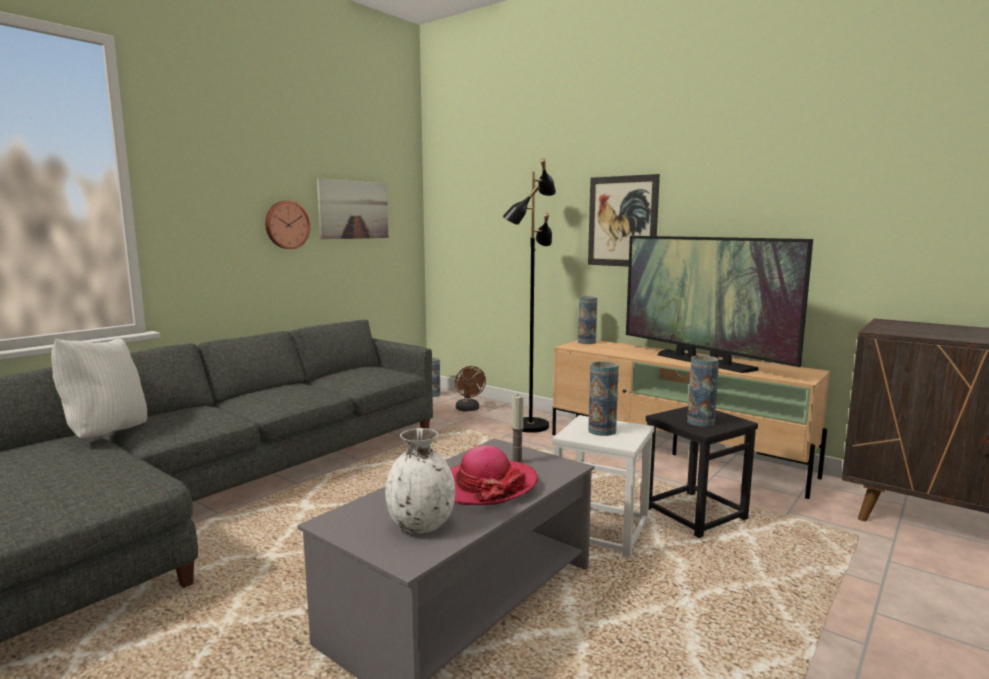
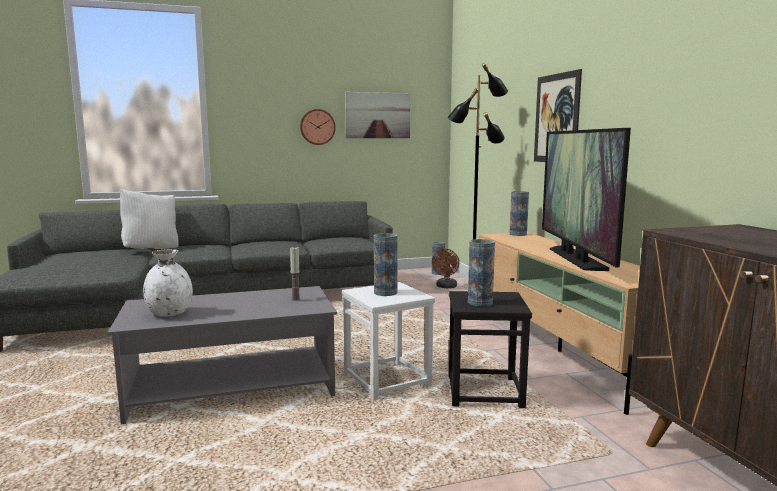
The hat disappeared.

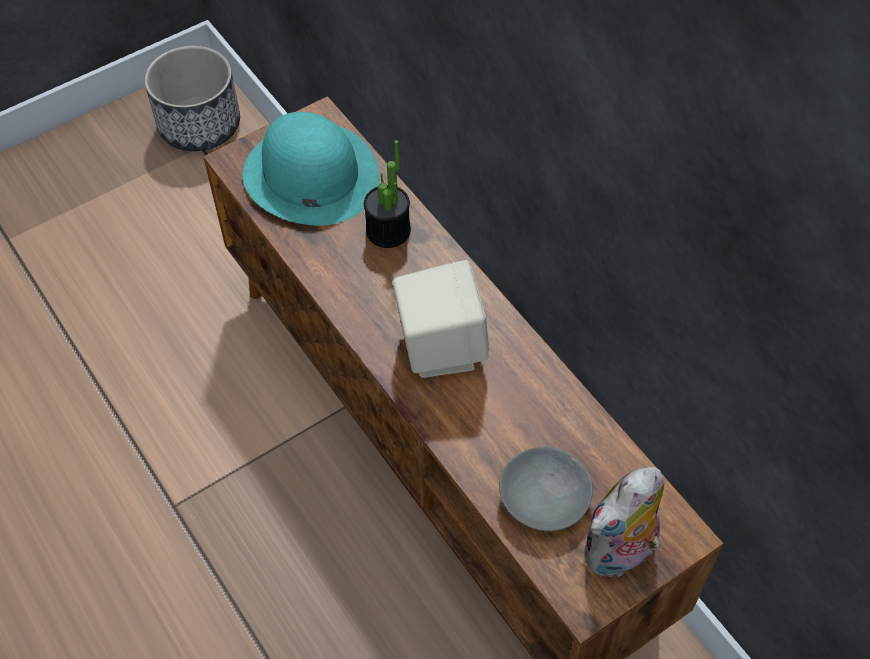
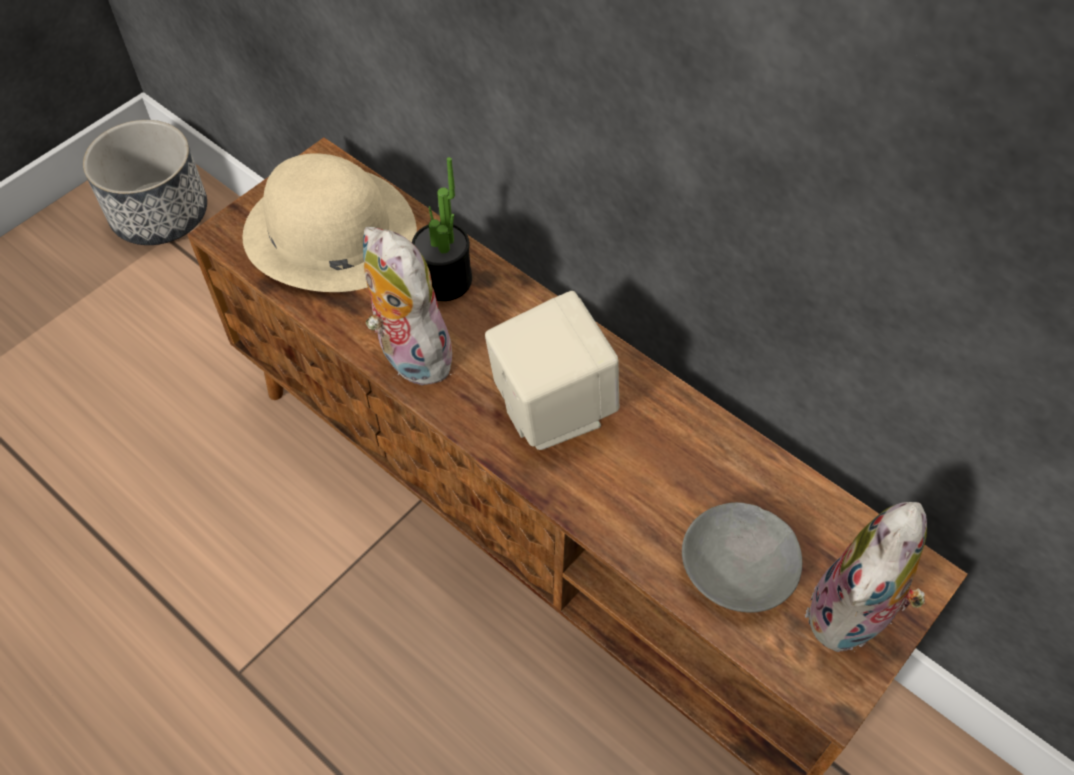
The hat (blue-green) became the hat (beige-coloured).
The cuddly toy (1st from left) appeared.

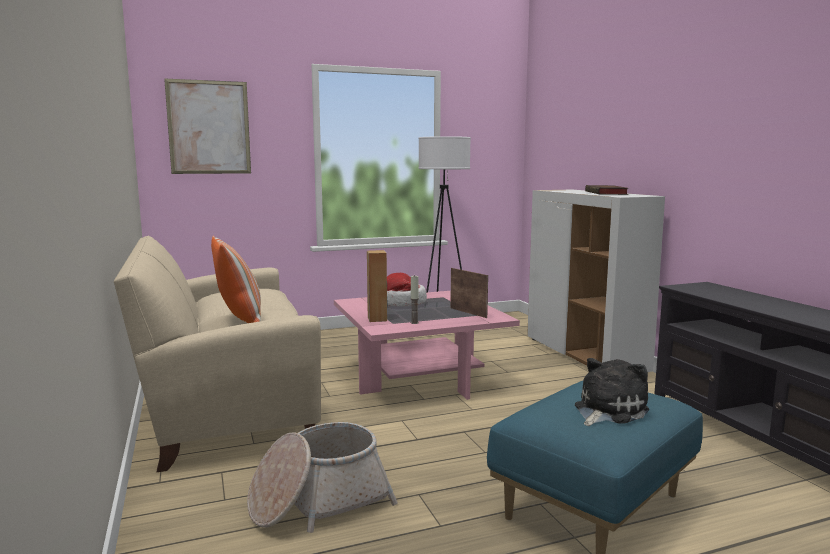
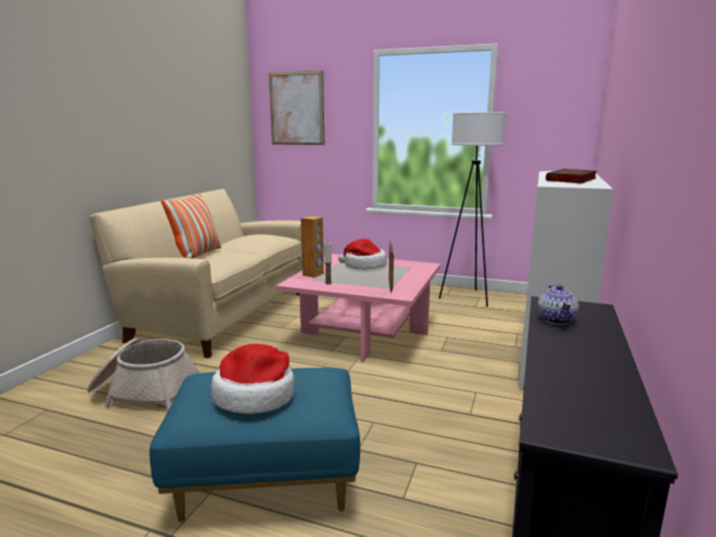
The cuddly toy was replaced by the hat (1st from left).
The tea pot appeared.

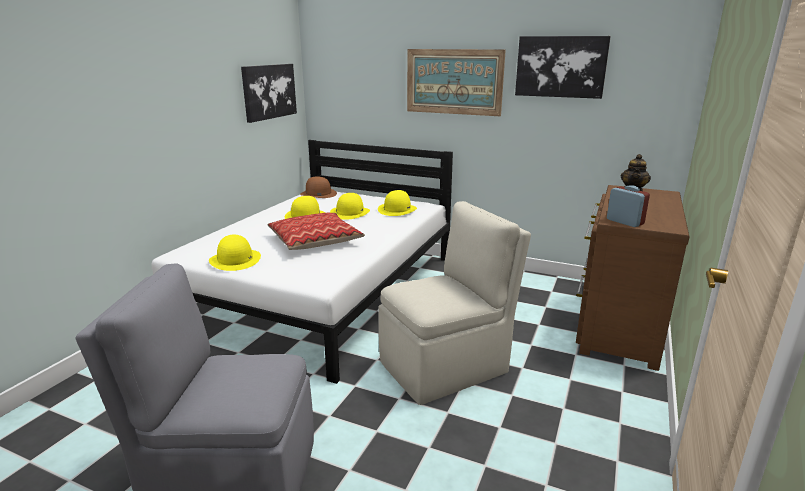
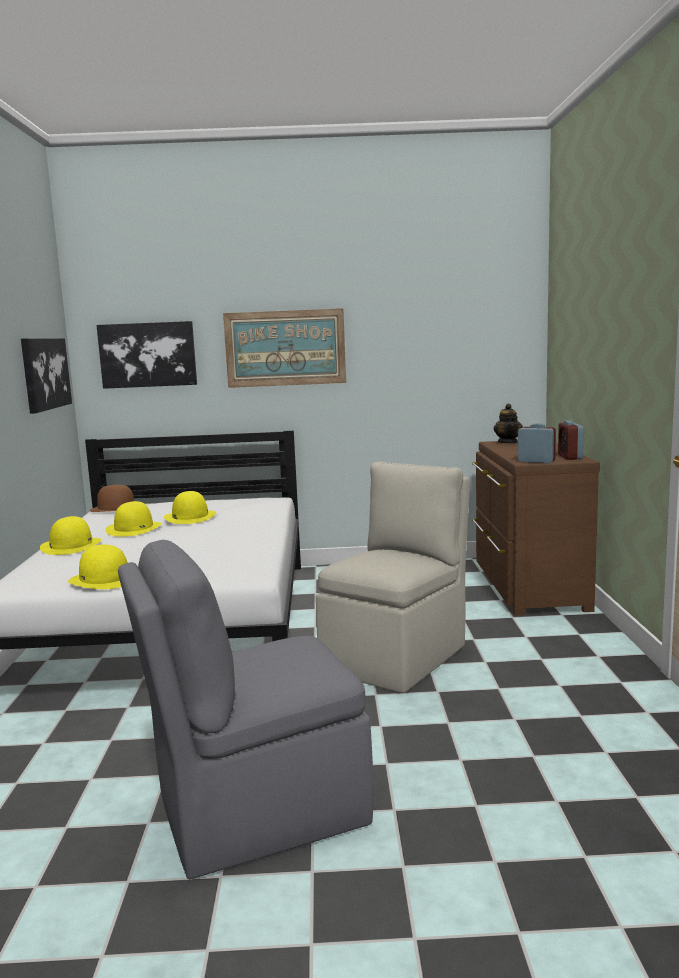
The throw pillow disappeared.
The hat (yellow-coloured) (4th from left in the first image) moved.
The wall art (3rd from left in the first image) moved.
The bedside clock (2nd from left) appeared.

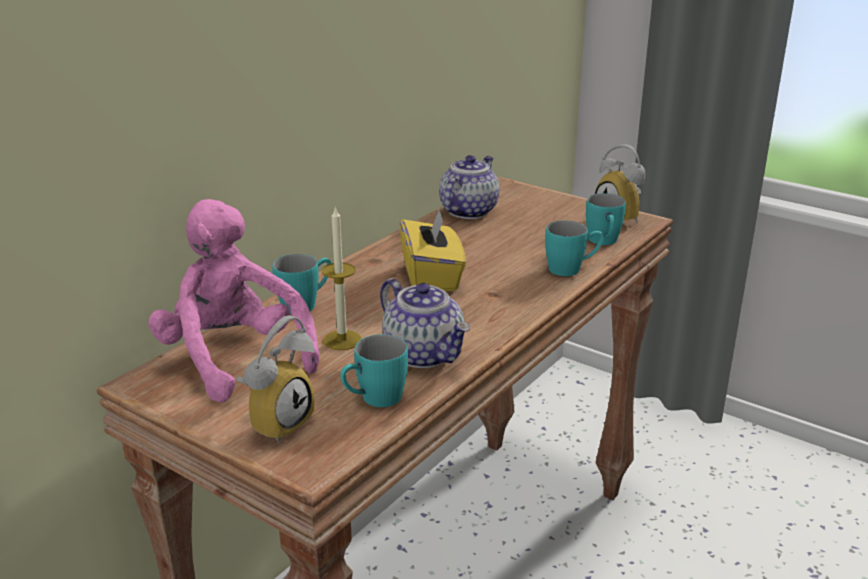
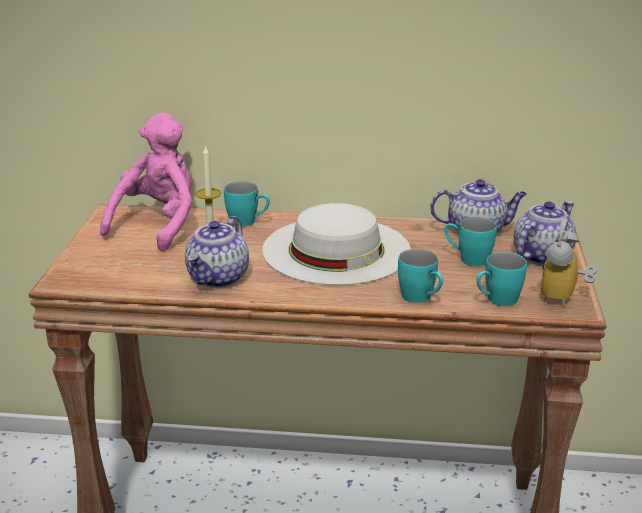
The bedside clock (1st from left) disappeared.
The tea mug (blue-green) (2nd from left in the first image) moved.
The tissue holder (yellow-coloured) was replaced by the hat (whitish).
The tea pot (3rd from left) appeared.

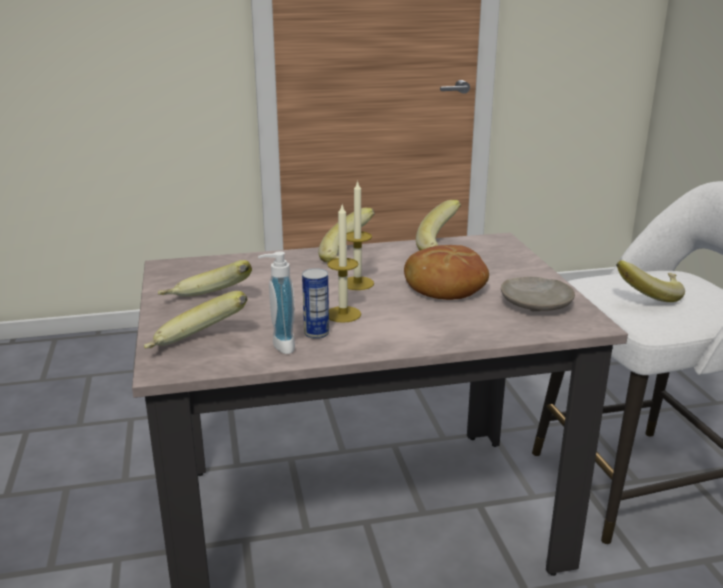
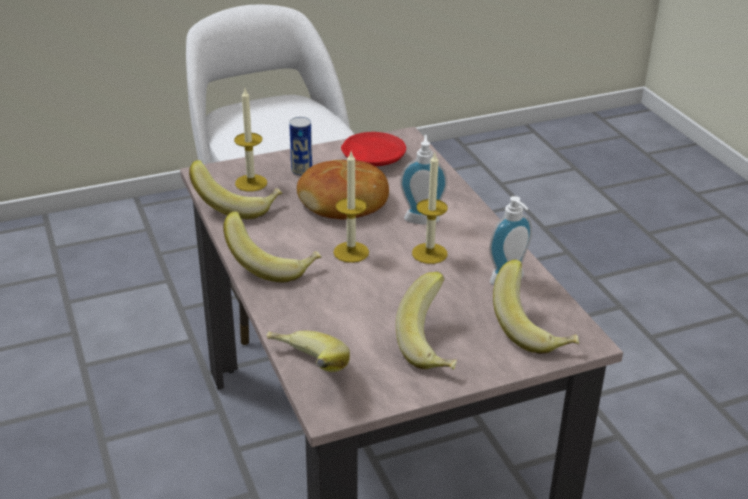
The can moved.
The plate (beige-coloured) became the plate (red).
The banana fruit (5th from left in the first image) moved.
The wax light (1st from left) appeared.
The soap bottle (1st from left) appeared.

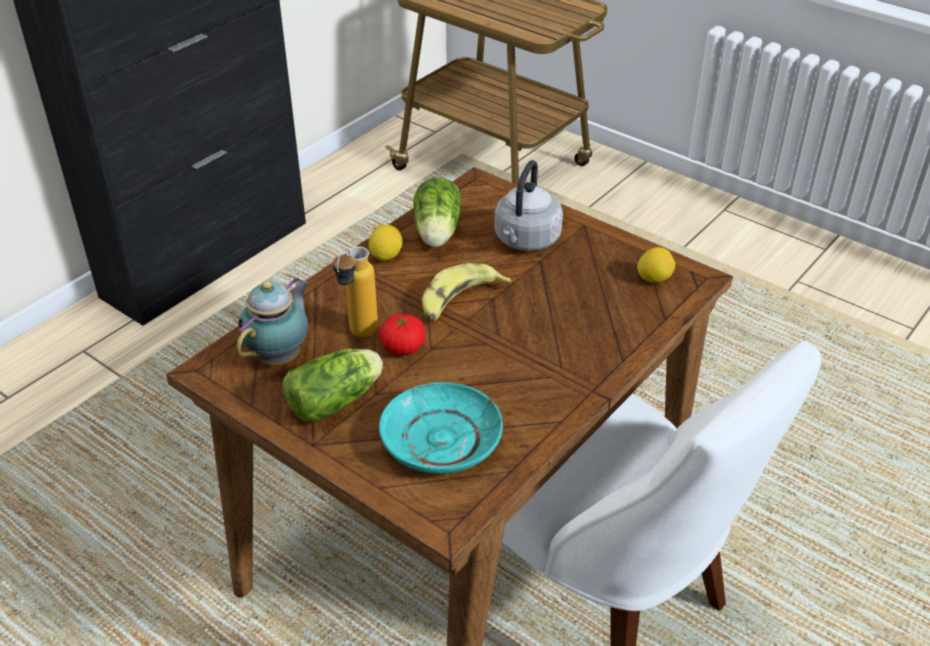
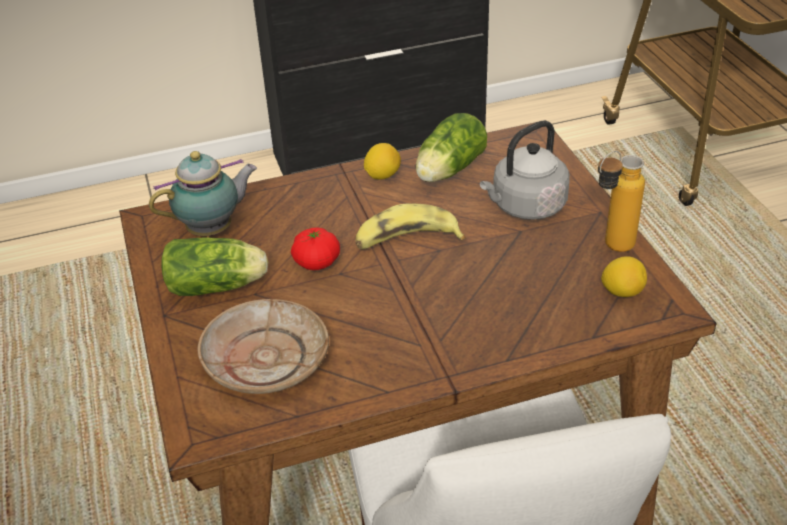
The bottle moved.
The plate (blue-green) became the plate (beige-coloured).

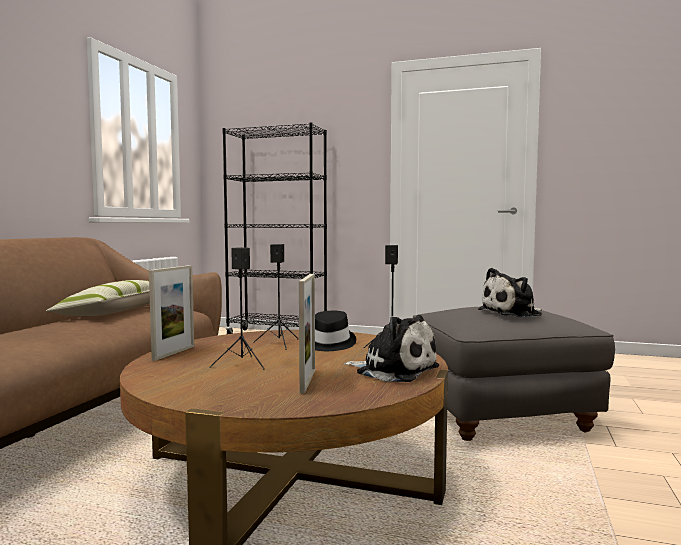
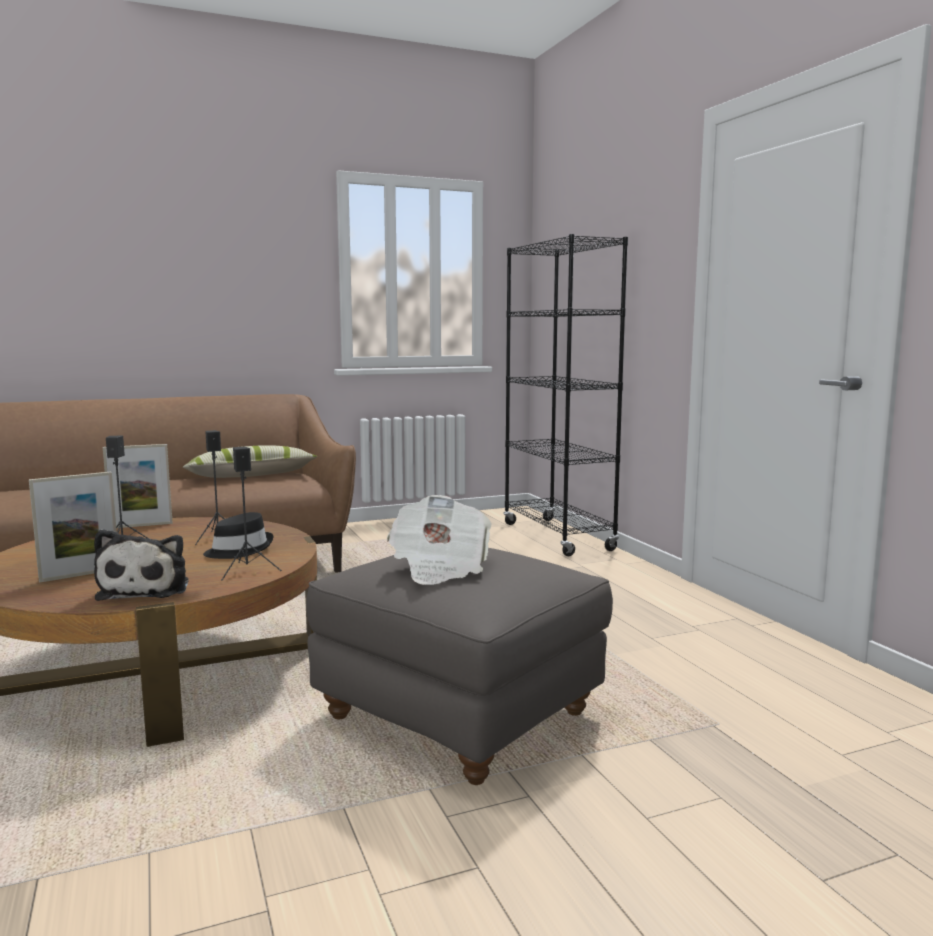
The cuddly toy (2nd from left) was replaced by the newspaper.

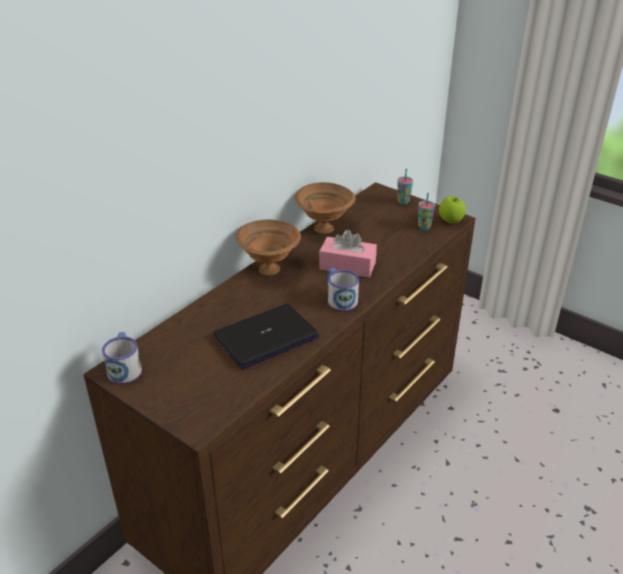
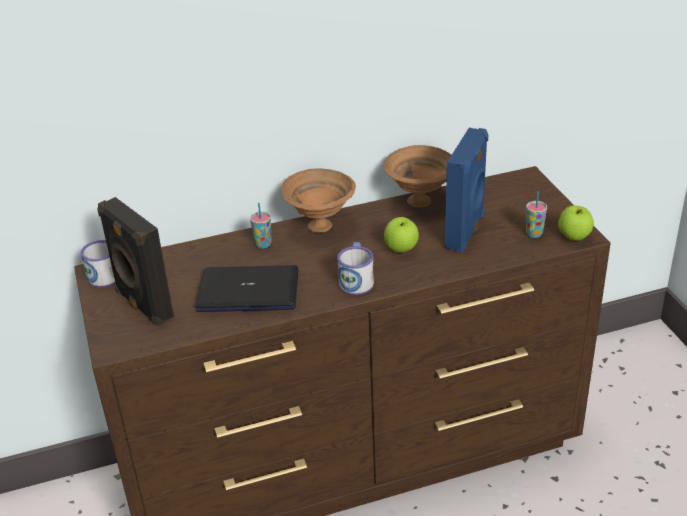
The tissue holder (pink) was replaced by the whole apple (1st from left).
The small cup (1st from left) moved.
The audio speaker (blackish) appeared.
The audio speaker (blue) appeared.

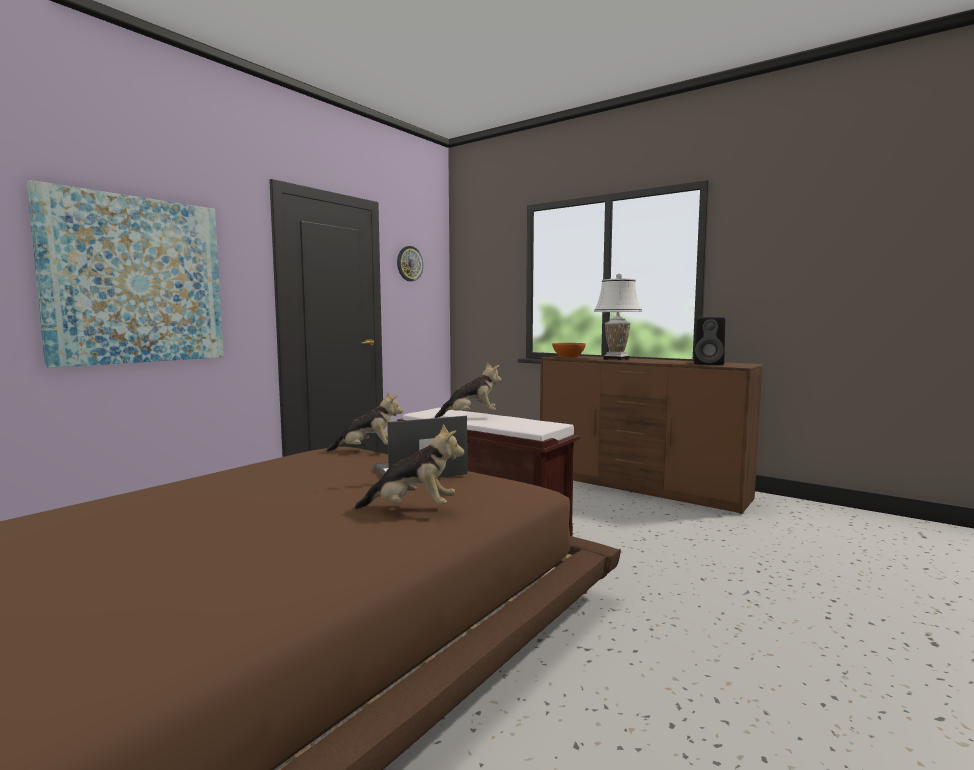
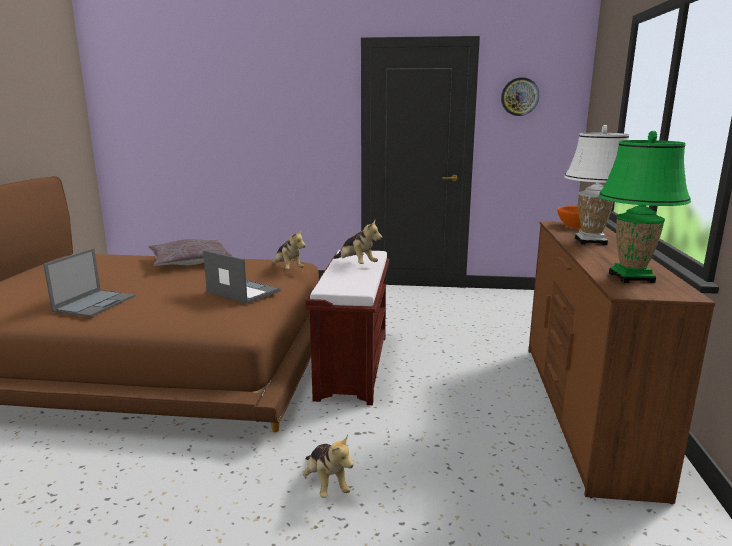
The wall art disappeared.
The cuddly toy (2nd from left) moved.
The audio speaker (blackish) was replaced by the lamp for a table (green-coloured).
The portable computer (1st from left) appeared.
The throw pillow (grey) appeared.

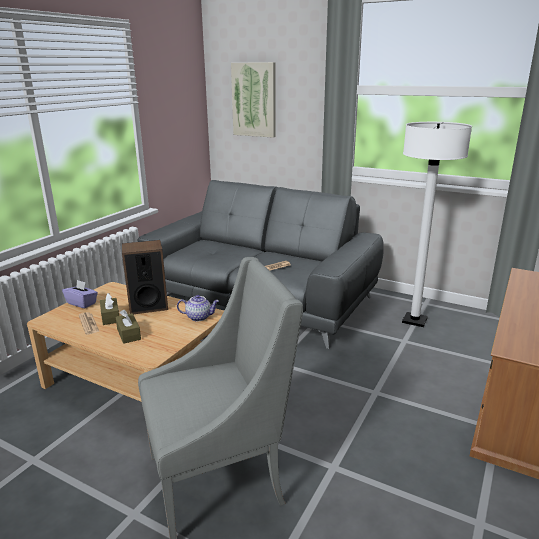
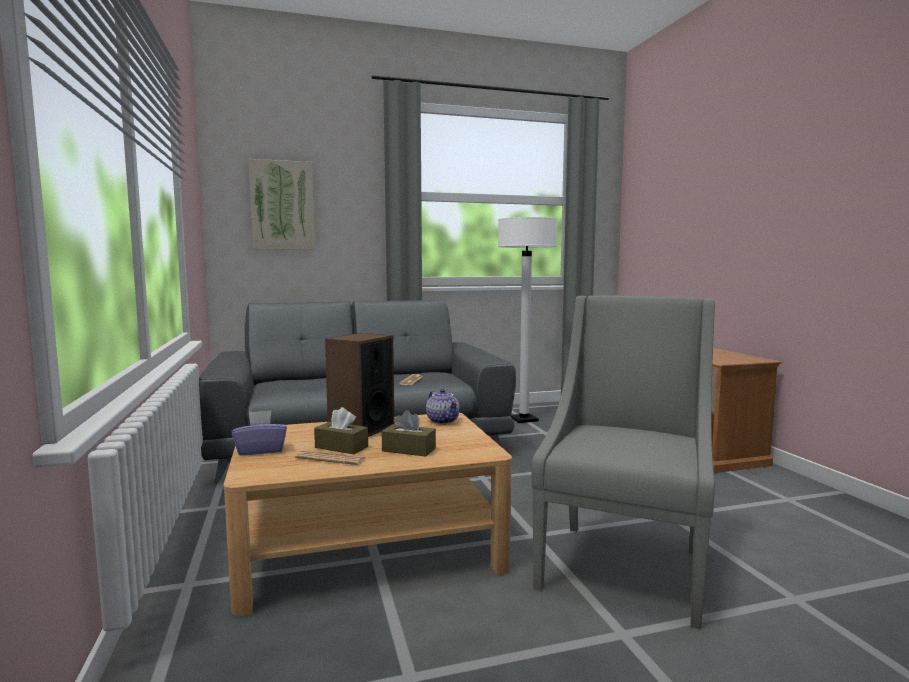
The tea pot turned 105 degrees clockwise.

